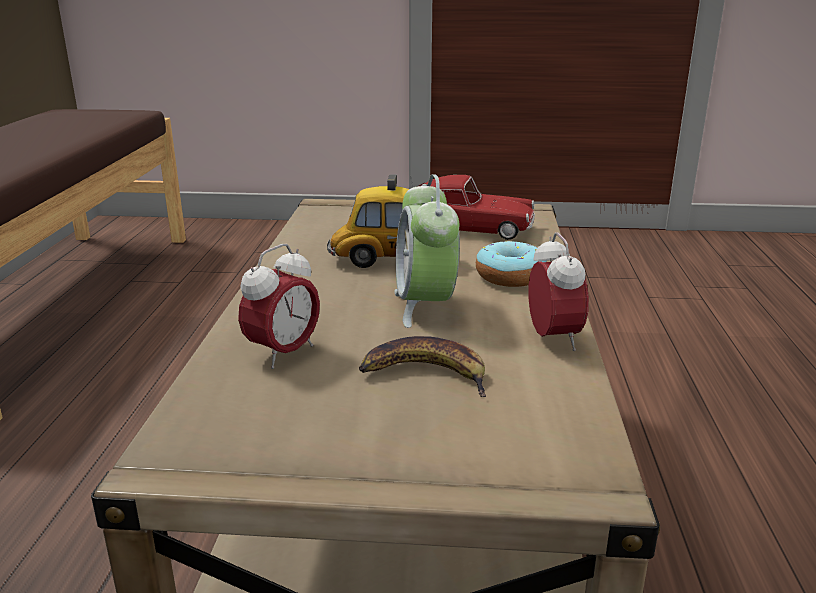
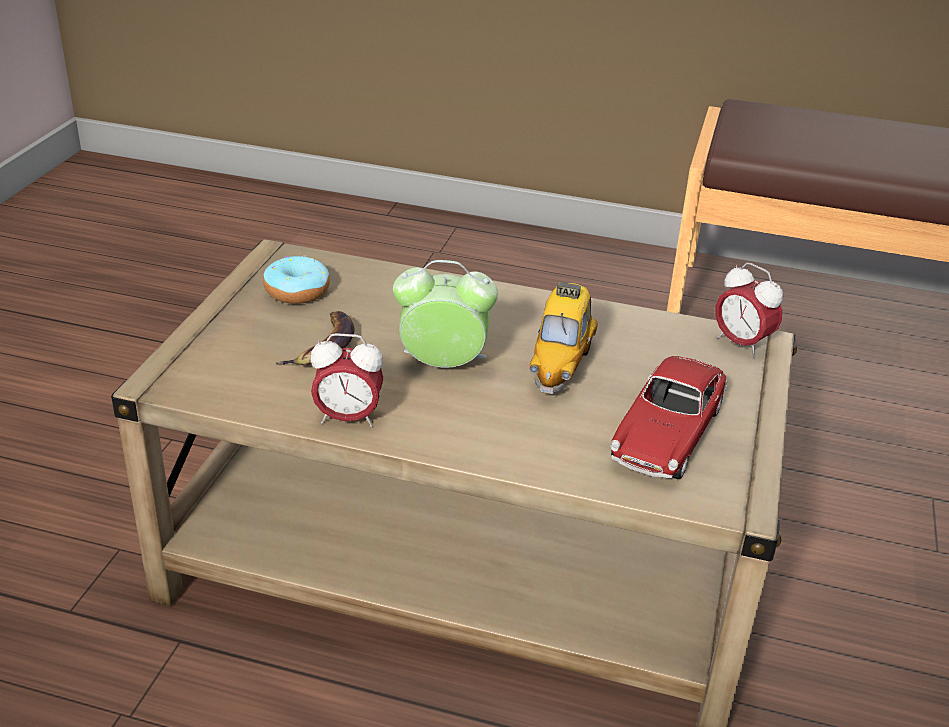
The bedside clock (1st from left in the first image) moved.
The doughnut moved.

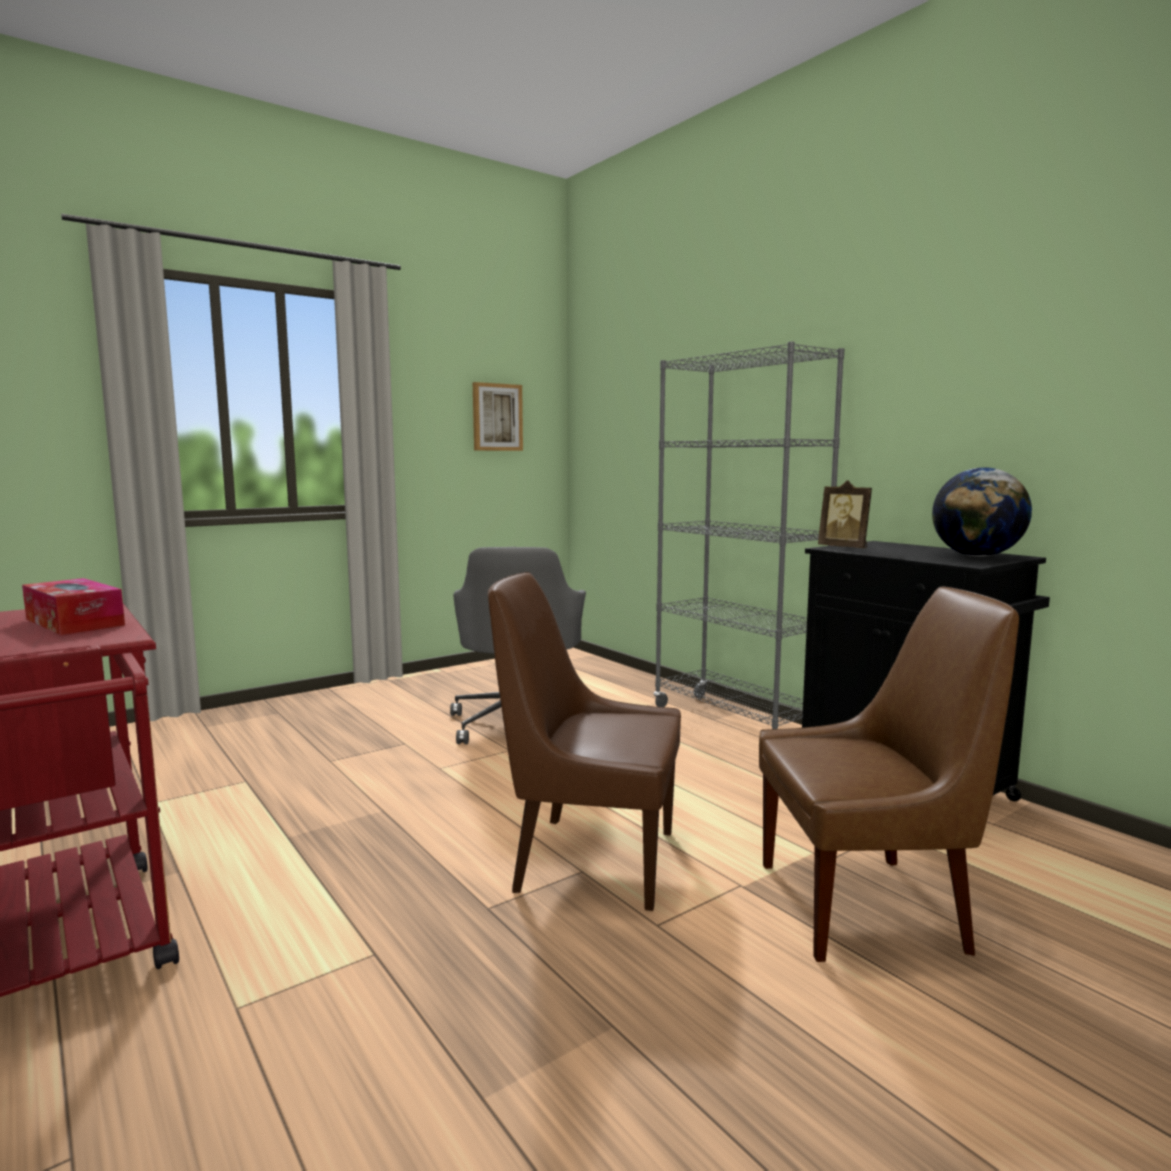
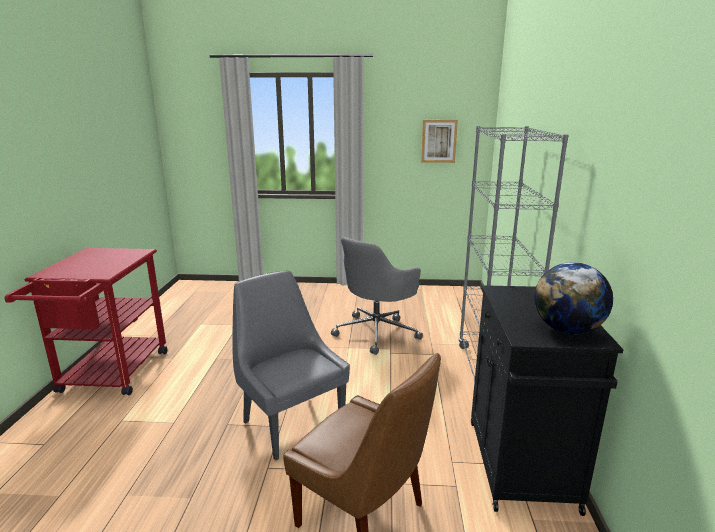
The tissue holder disappeared.
The plain chair (brown-coloured) (1st from left) became the plain chair (grey).
The photo frame disappeared.

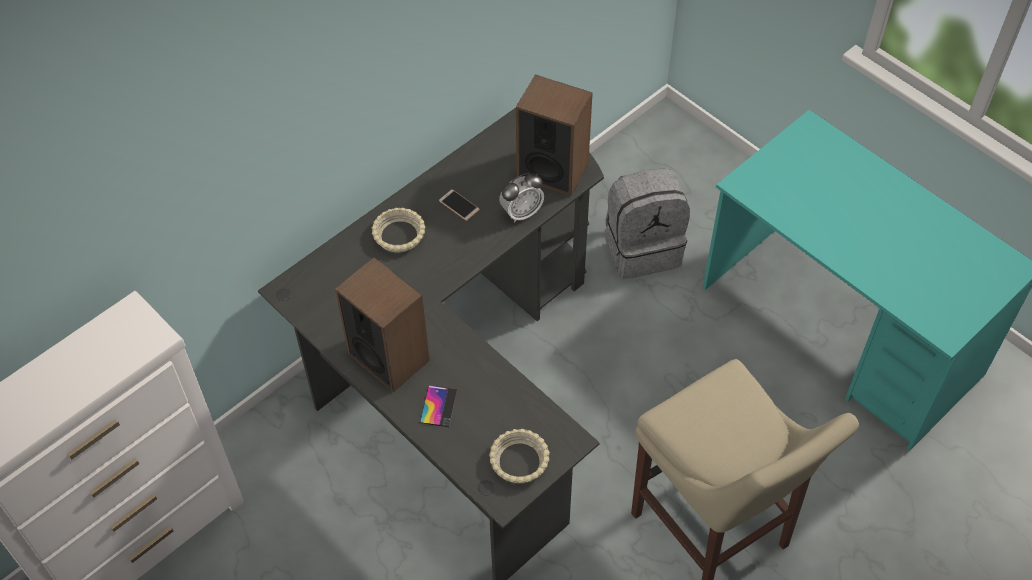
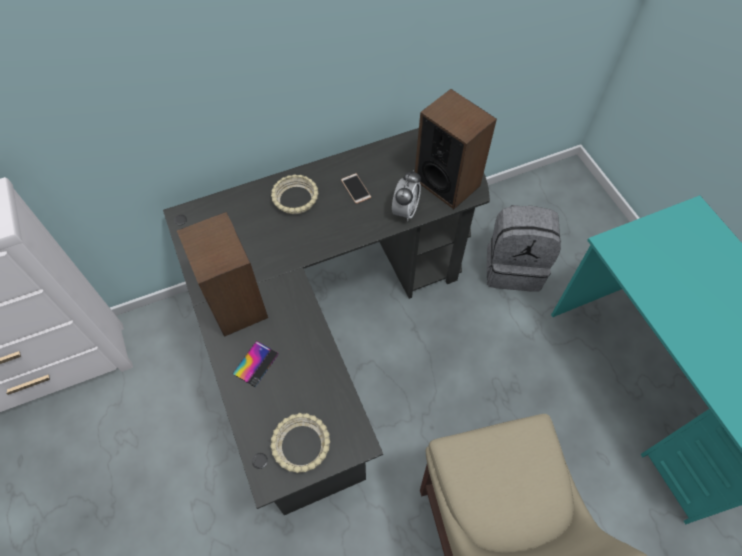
The bedside clock turned 60 degrees counterclockwise.

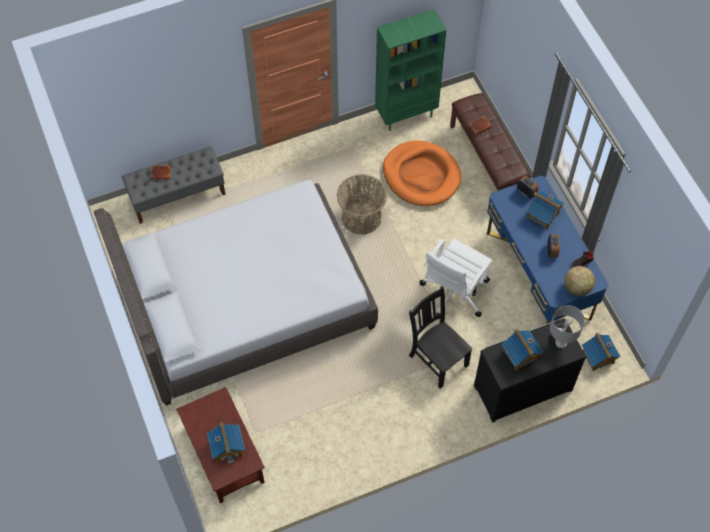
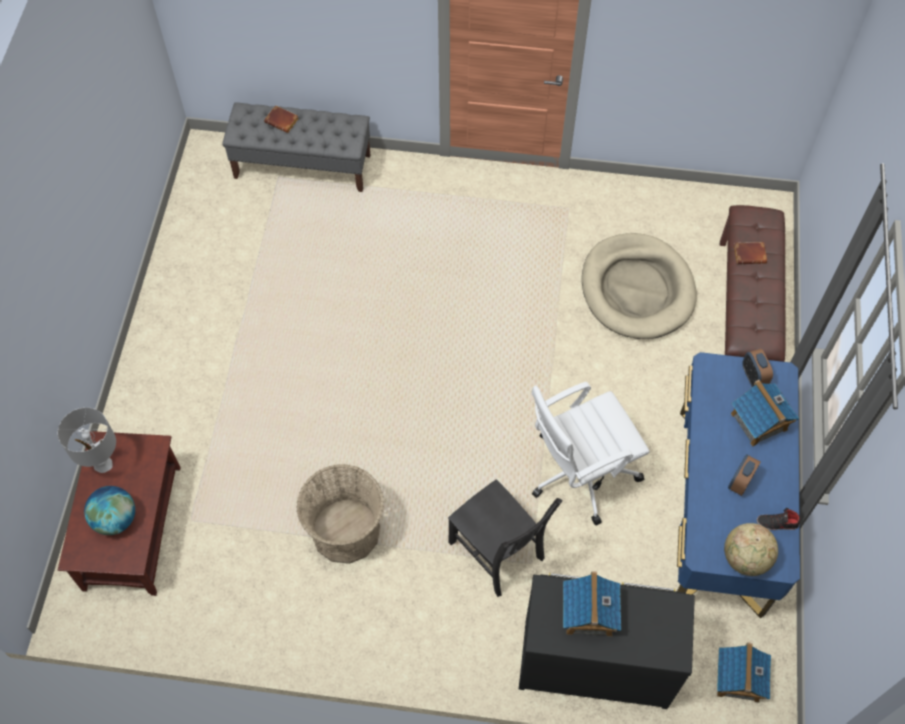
The bedroom bed (grey) disappeared.
The toy house (1st from left) was replaced by the globe (1st from left).
The basket moved.
The shelving unit (green-coloured) disappeared.
The dog cushion (orangey) became the dog cushion (beige-coloured).
The plain chair (blackish) turned 150 degrees clockwise.
The lamp for a table (grey) moved.

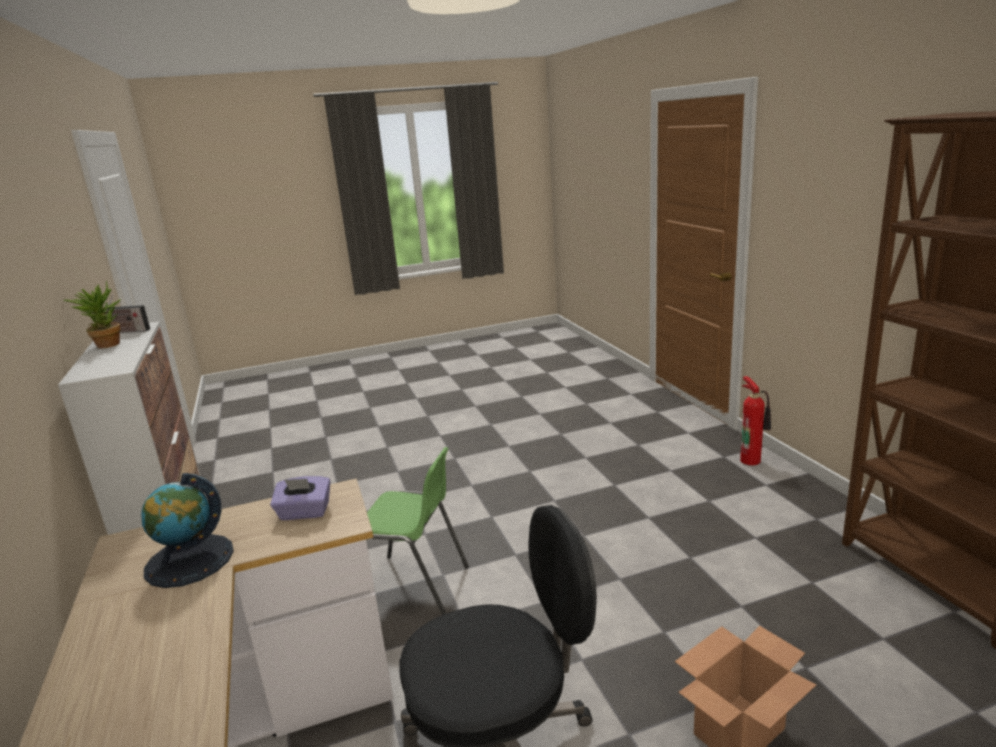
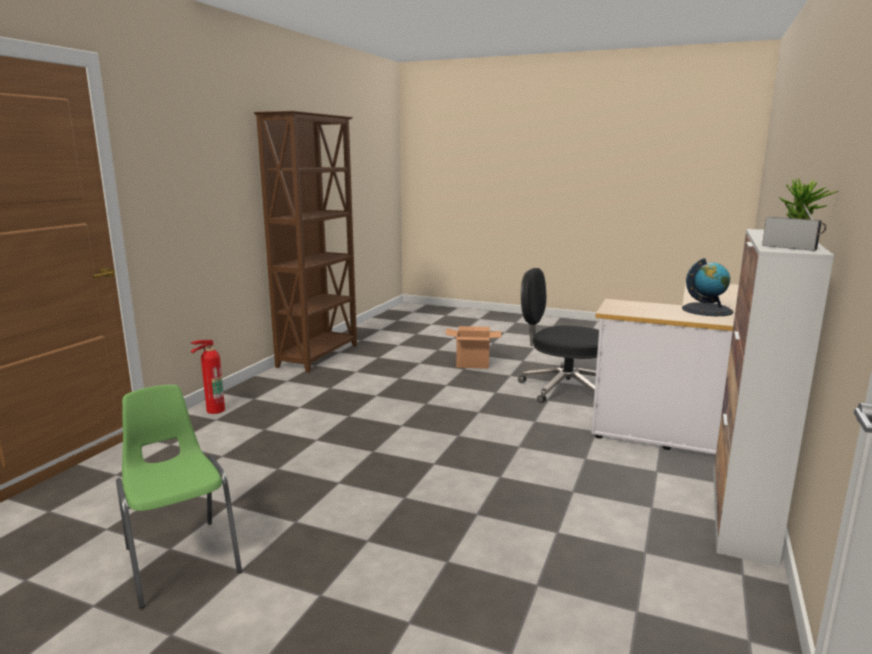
The tissue holder (purple-coloured) disappeared.
The plain chair (green-coloured) moved.

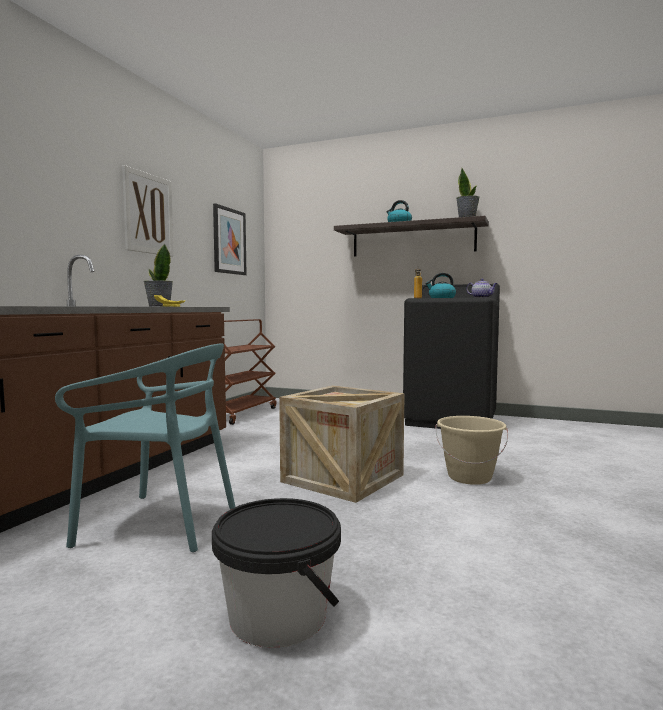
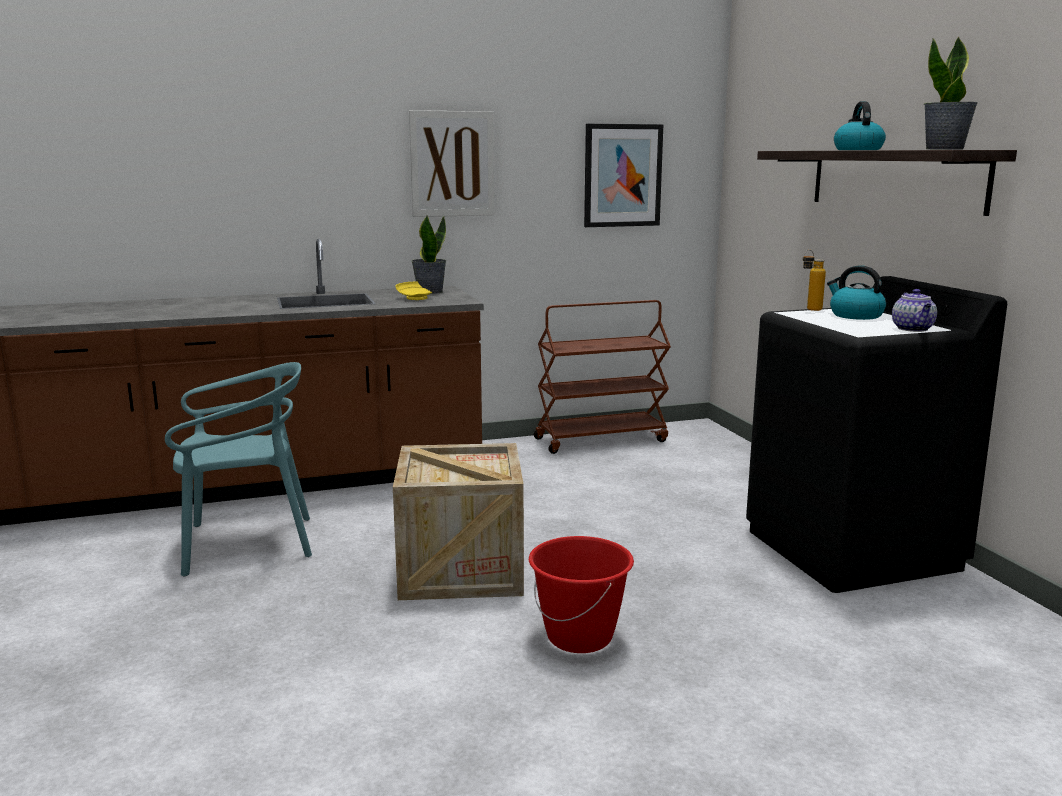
The plain chair (blue-green) turned 75 degrees counterclockwise.
The water bucket (blackish) disappeared.
The water bucket (beige-coloured) became the water bucket (red).

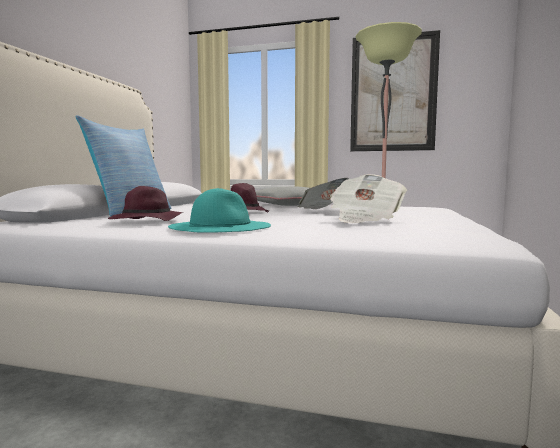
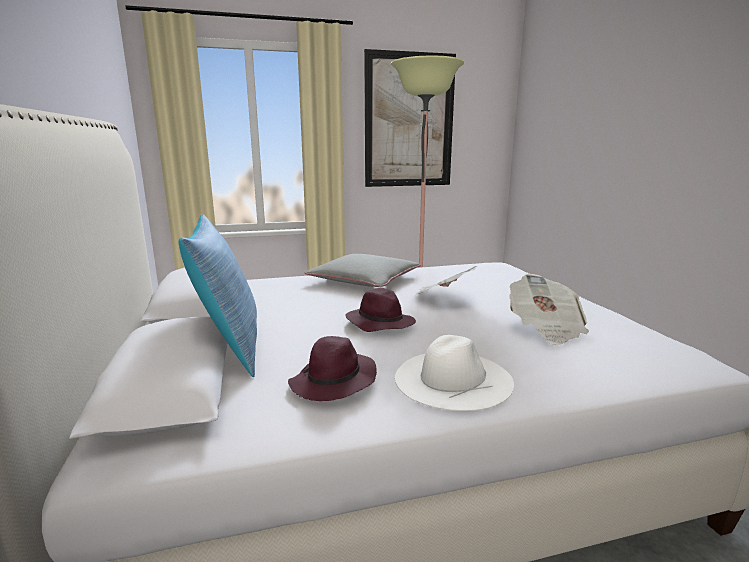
The hat (blue-green) became the hat (whitish).

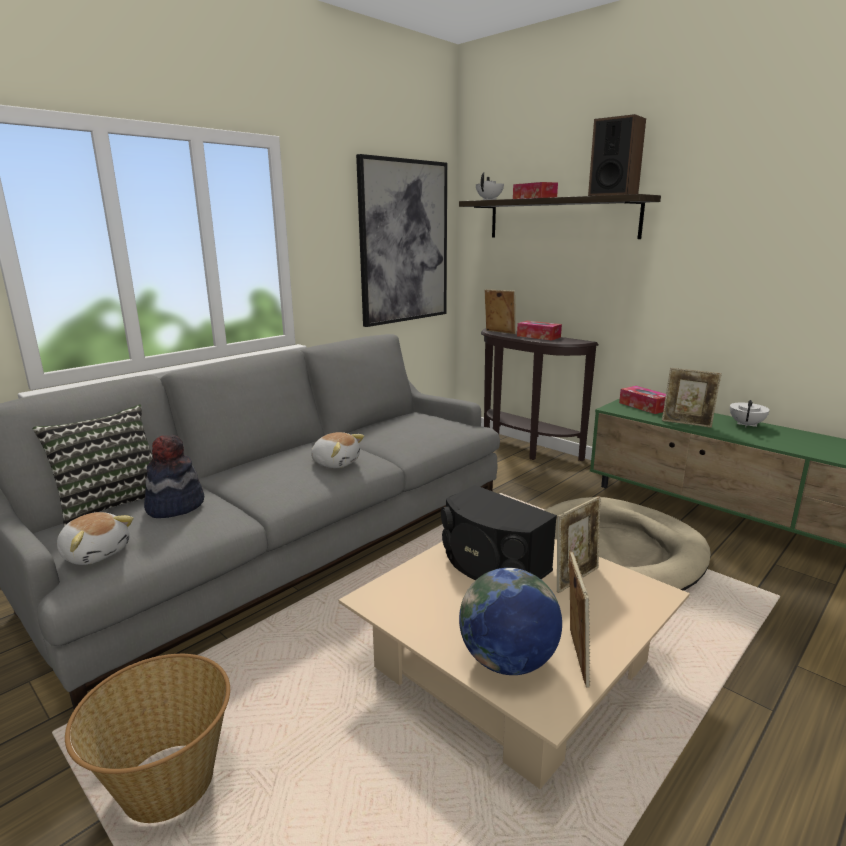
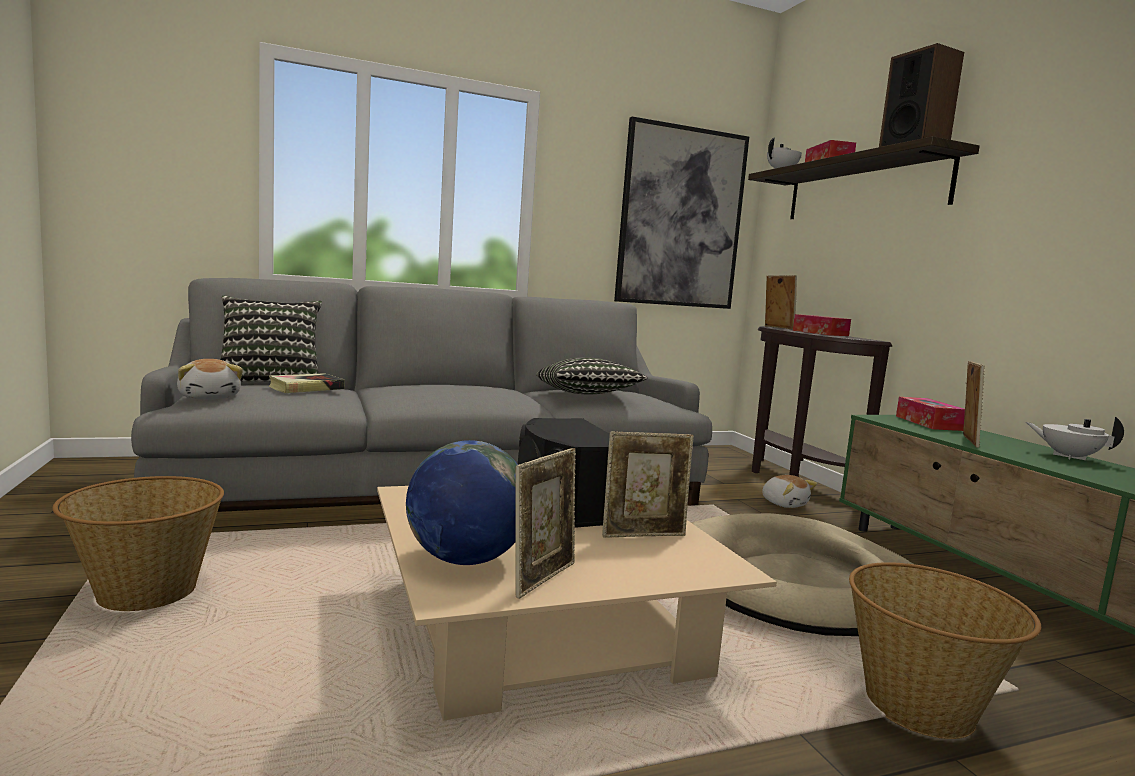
The hat was replaced by the volume.
The cuddly toy (2nd from left) moved.
The photo frame (4th from left) turned 120 degrees counterclockwise.
The tea pot (whitish) (2nd from left) turned 105 degrees counterclockwise.
The throw pillow (2nd from left) appeared.
The basket (2nd from left) appeared.

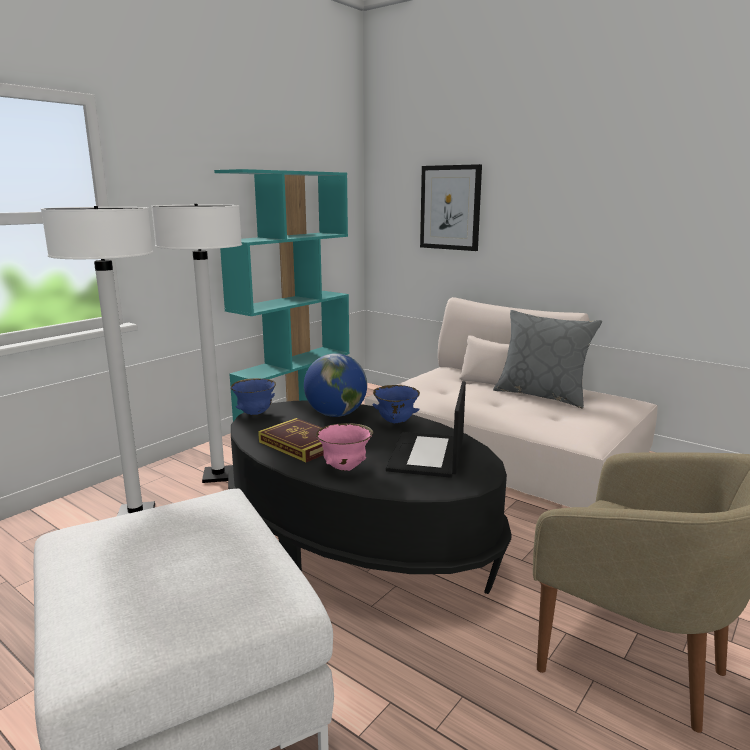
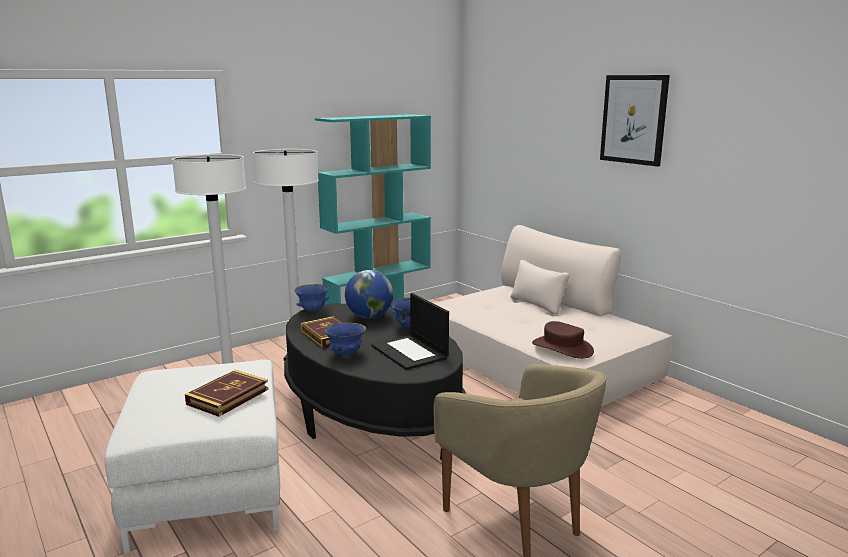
The serving bowl (pink) became the serving bowl (blue) (2nd from left).
The portable computer turned 60 degrees counterclockwise.
The wall art moved.
The throw pillow (grey) disappeared.
The volume (1st from left) appeared.
The hat (brown-coloured) appeared.

